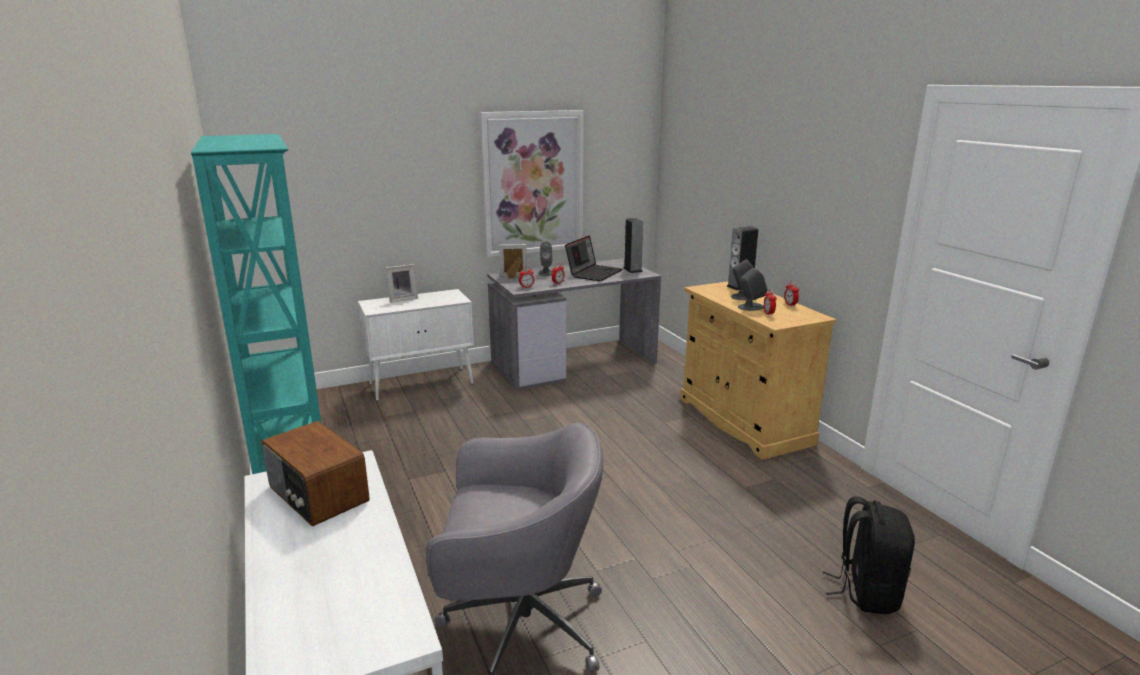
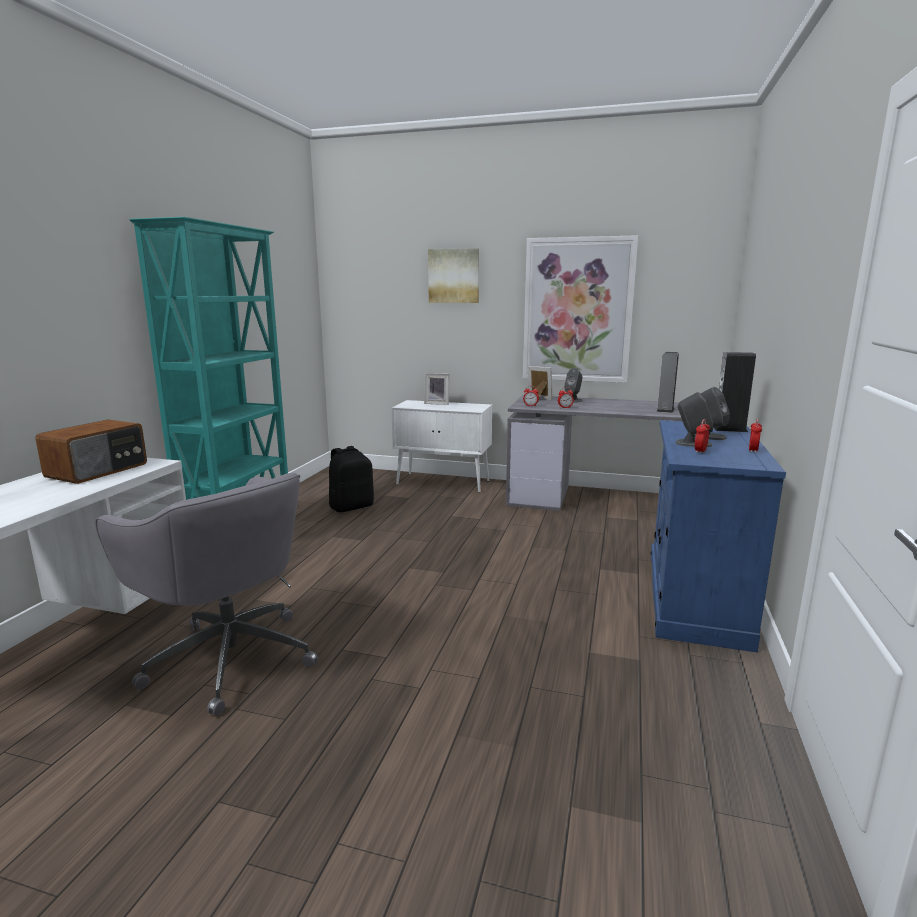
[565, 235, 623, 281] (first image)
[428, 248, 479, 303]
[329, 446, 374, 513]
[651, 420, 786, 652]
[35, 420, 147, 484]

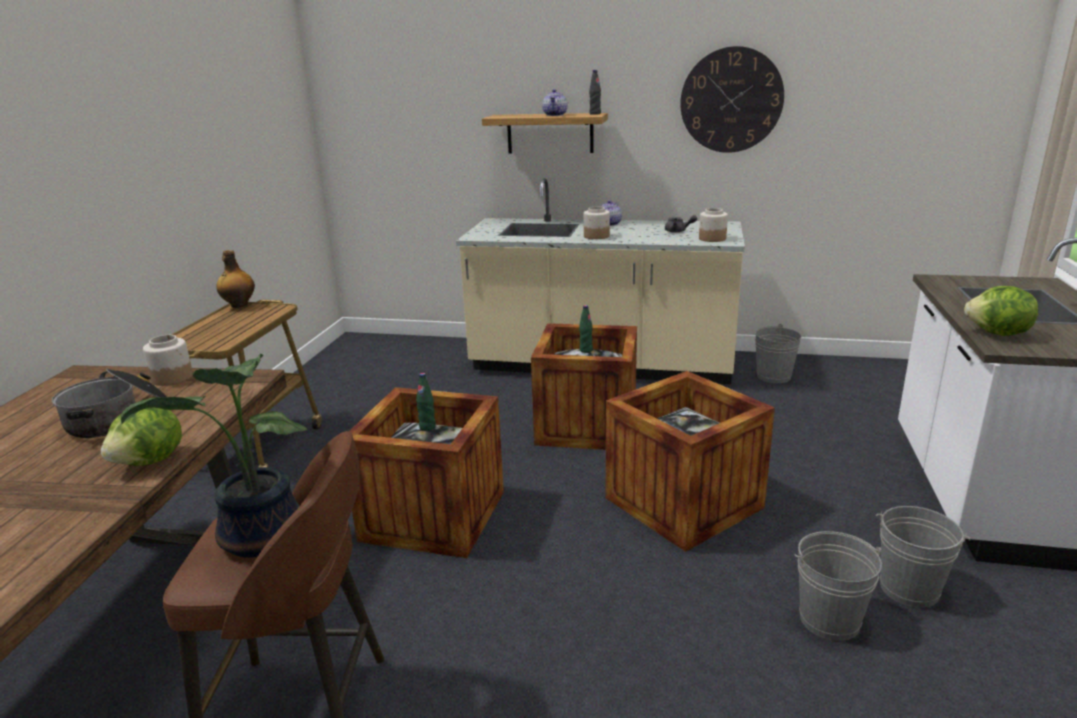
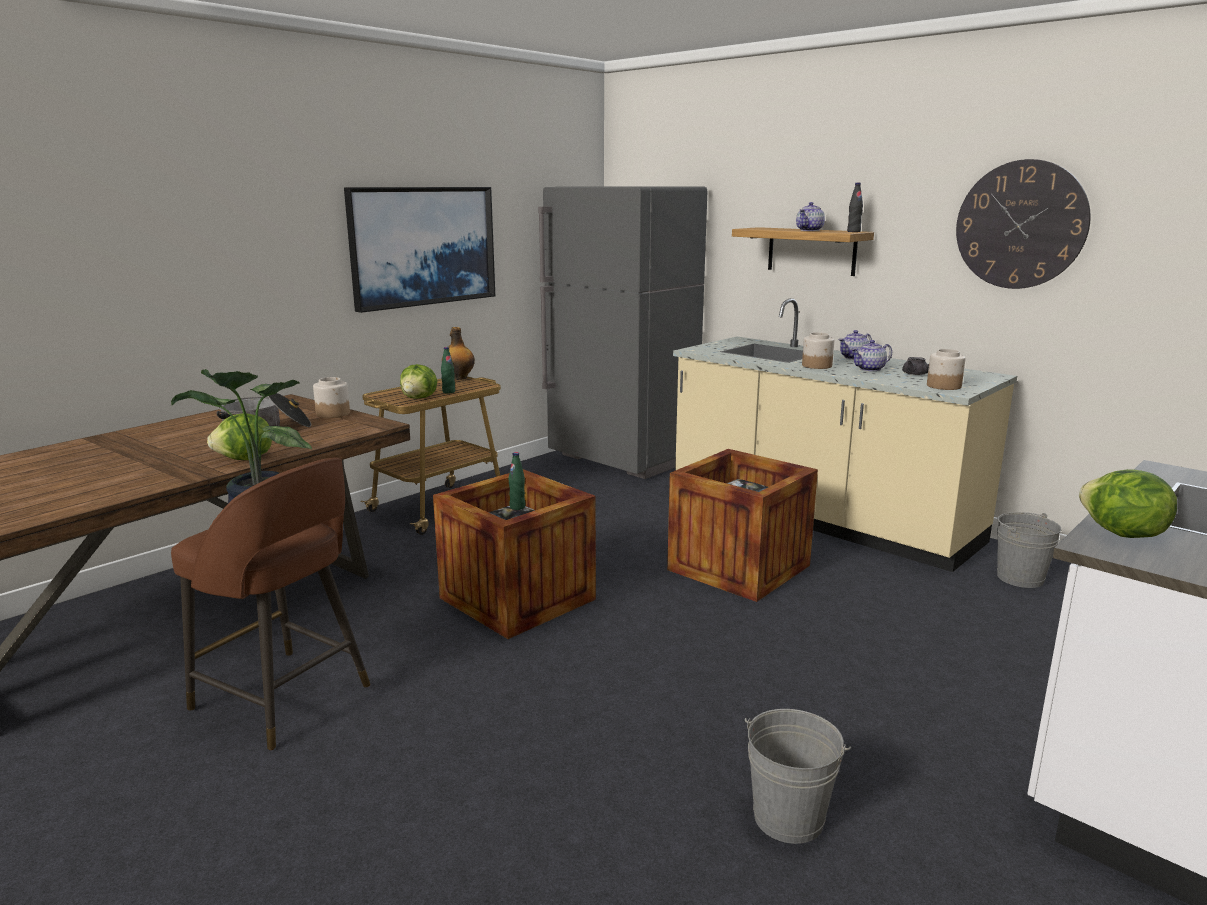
[606, 371, 775, 552] (first image)
[876, 506, 970, 608] (first image)
[344, 187, 495, 313]
[400, 364, 437, 399]
[538, 186, 707, 479]
[851, 340, 892, 371]
[441, 347, 455, 394]

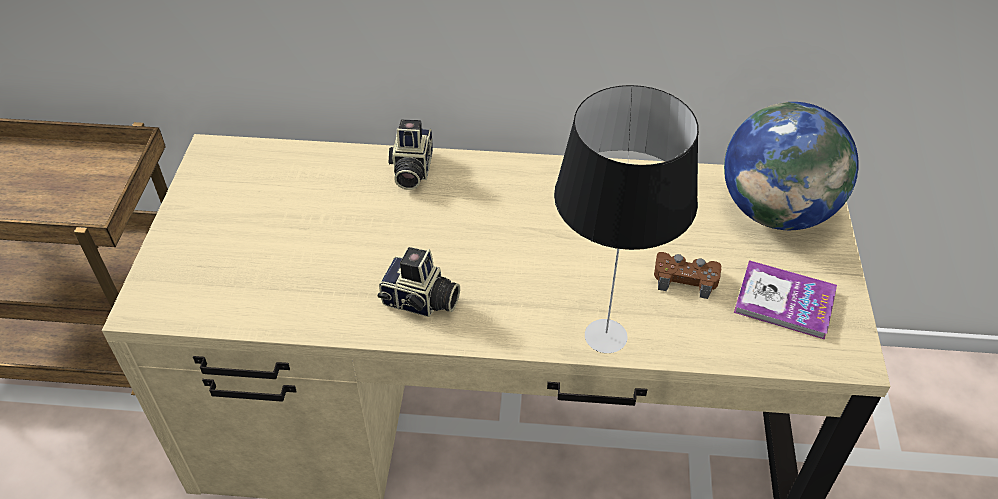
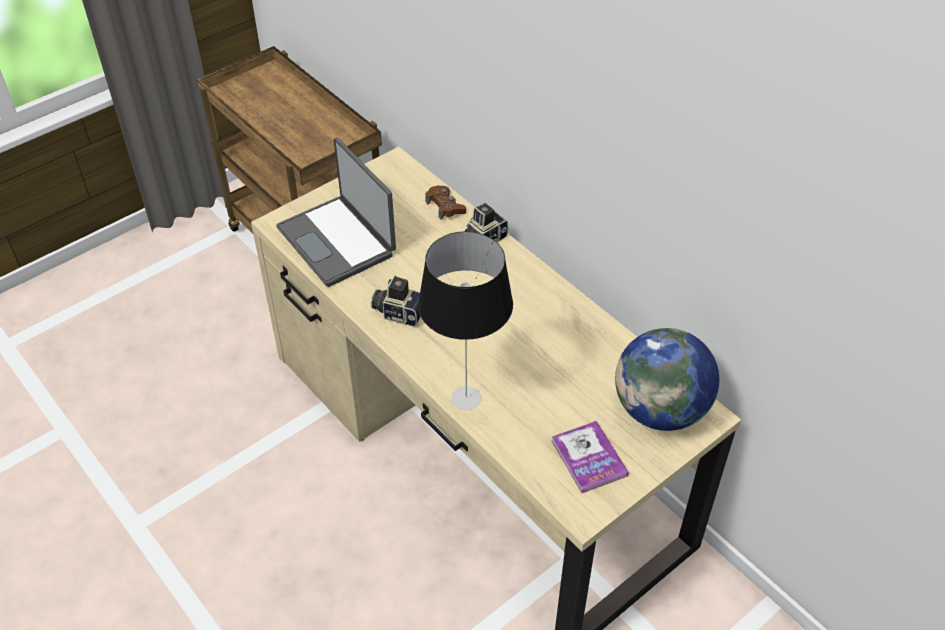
[276, 137, 396, 287]
[425, 185, 466, 220]
[371, 275, 421, 327]

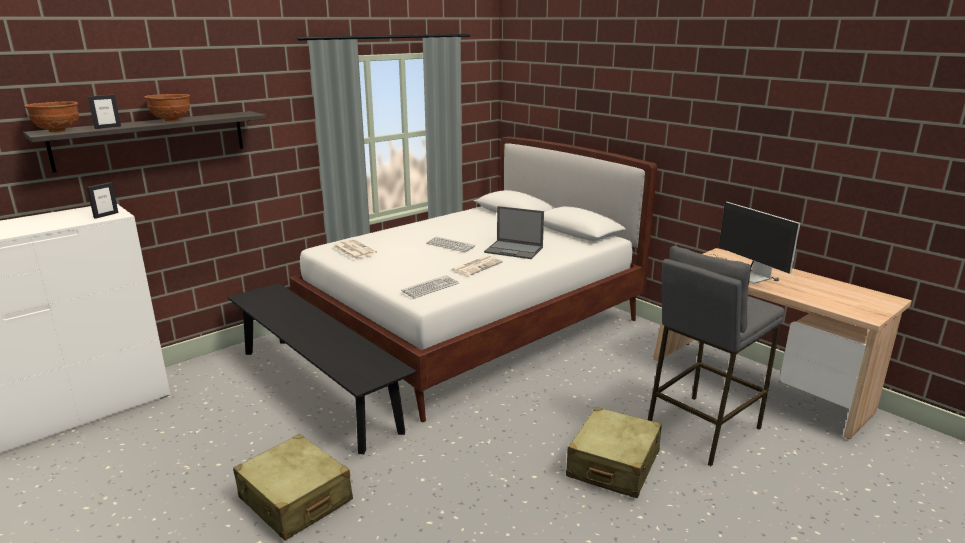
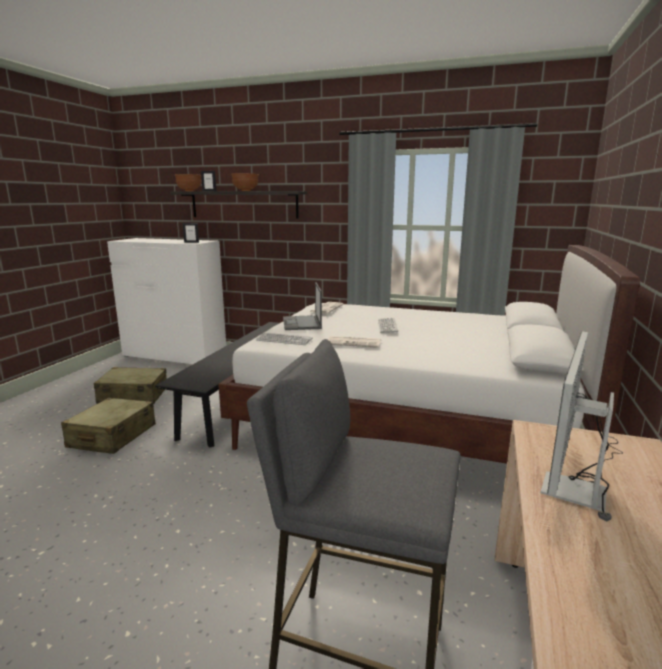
[283, 282, 322, 330]
[94, 367, 167, 404]

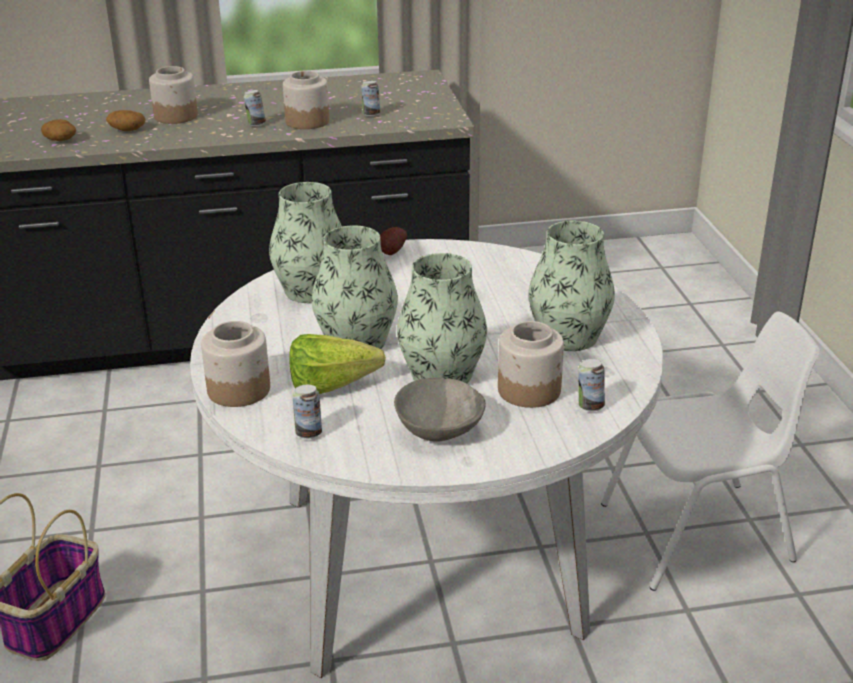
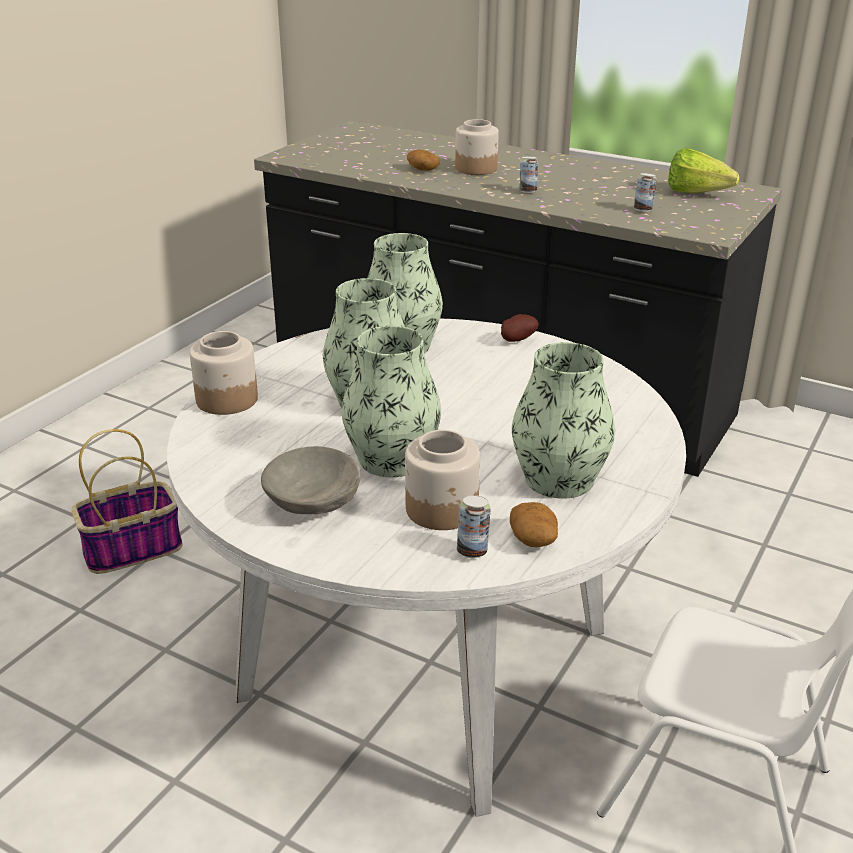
[283, 71, 329, 129] (first image)
[293, 385, 322, 439] (first image)
[510, 502, 558, 547]
[668, 148, 739, 193]

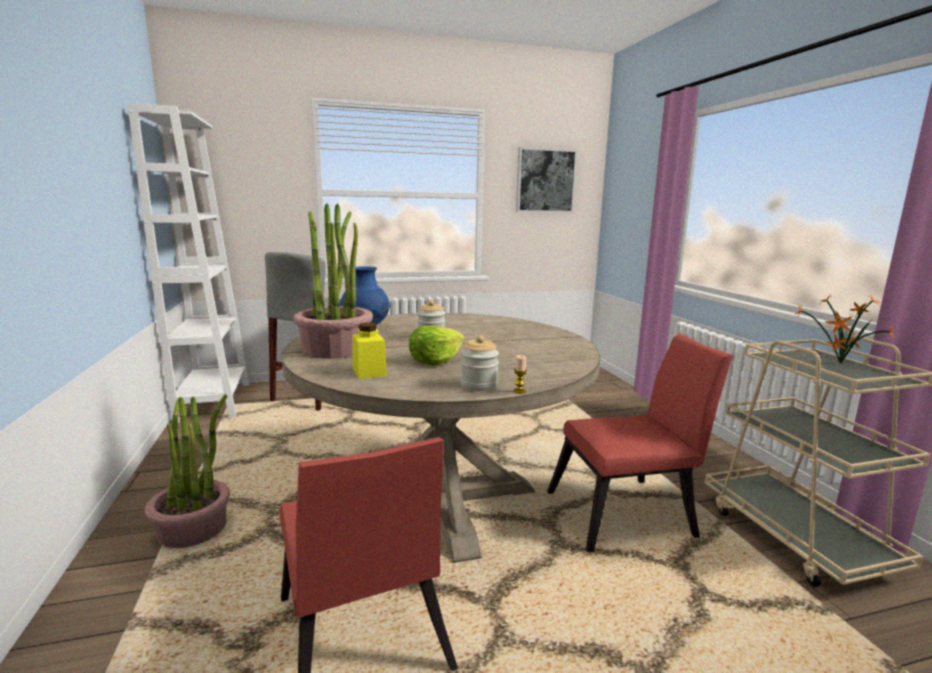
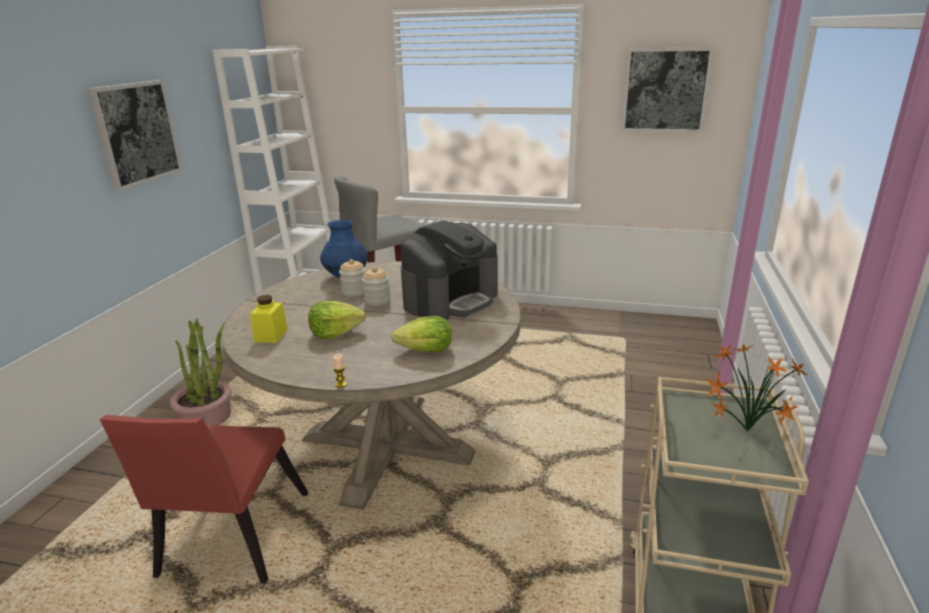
[294, 203, 373, 359] (first image)
[547, 334, 733, 553] (first image)
[87, 80, 182, 191]
[391, 316, 452, 352]
[401, 221, 498, 320]
[339, 259, 366, 297]

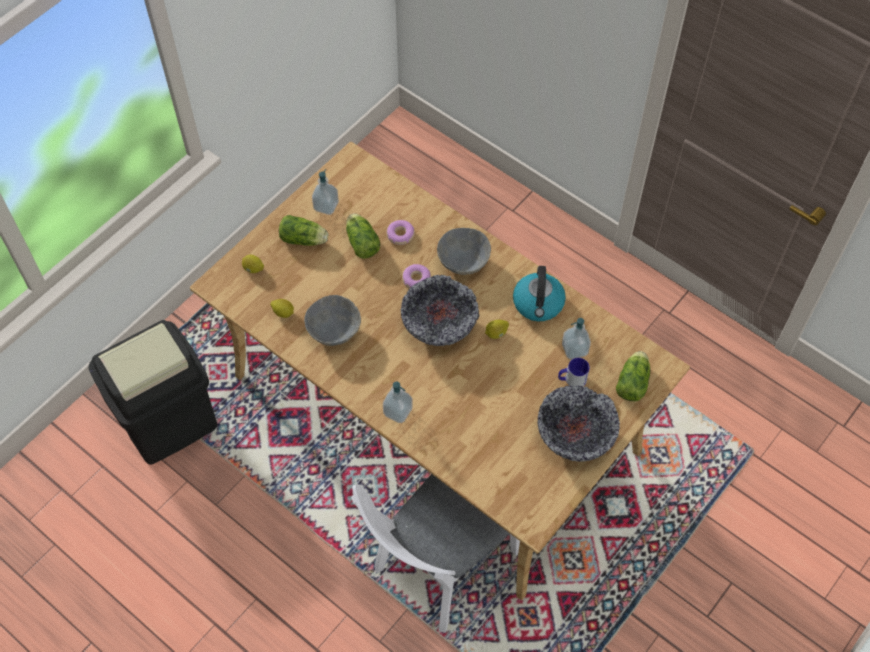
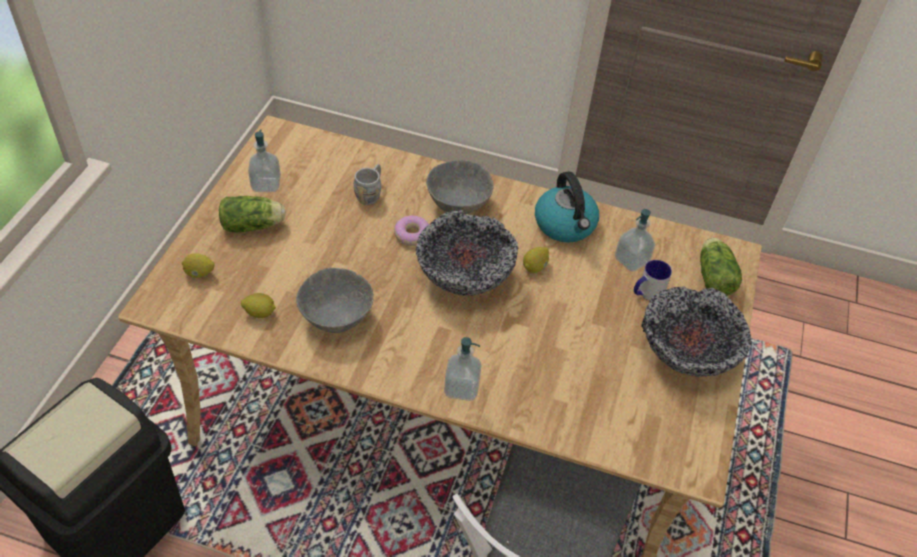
[346, 214, 380, 259] (first image)
[353, 164, 381, 205]

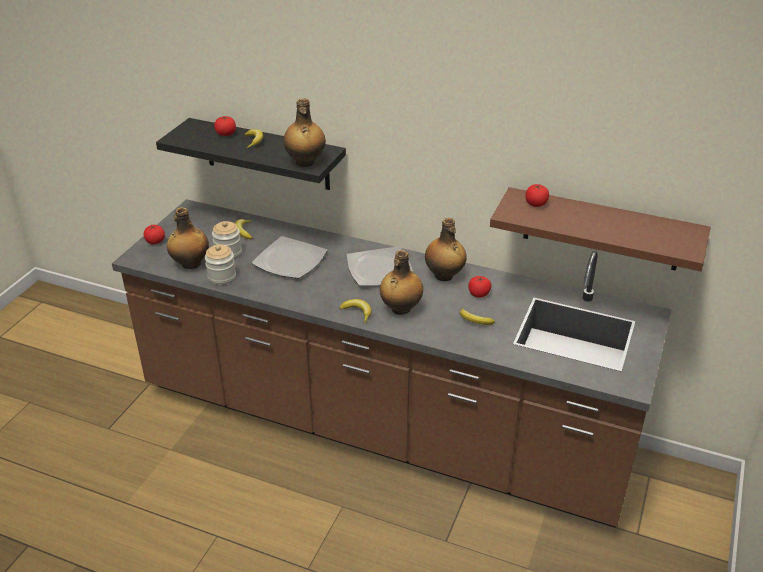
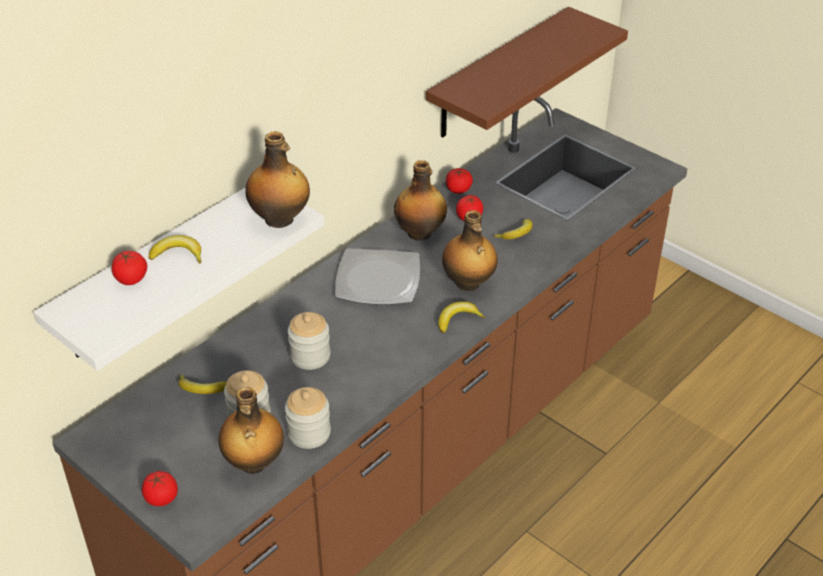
[446, 168, 473, 194]
[288, 312, 331, 370]
[33, 188, 324, 371]

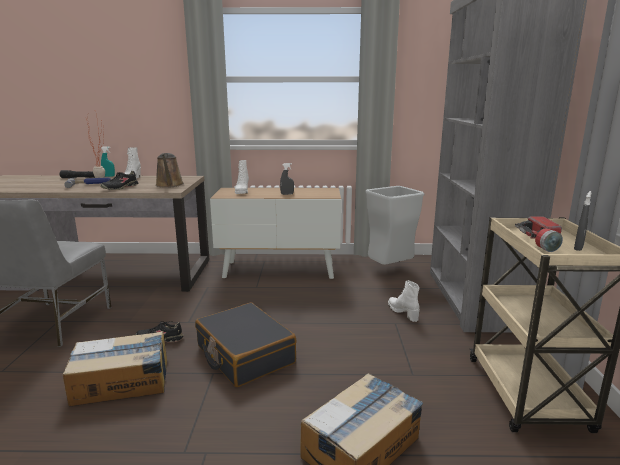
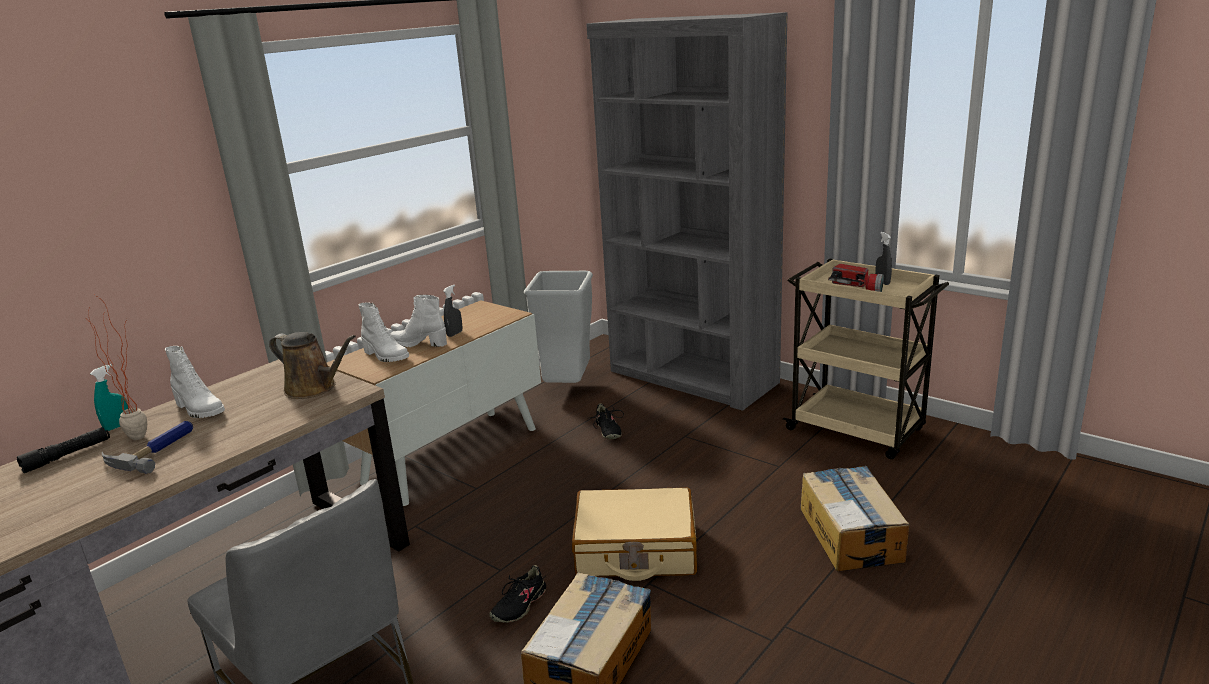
[587, 403, 624, 439]
[390, 295, 447, 347]
[572, 487, 697, 581]

